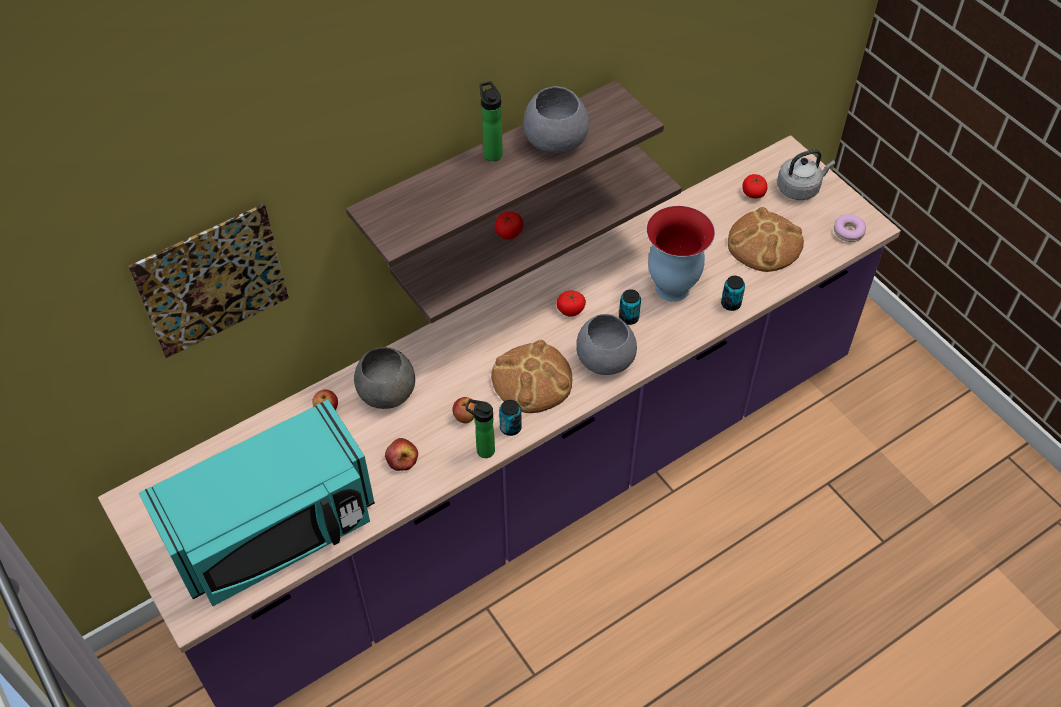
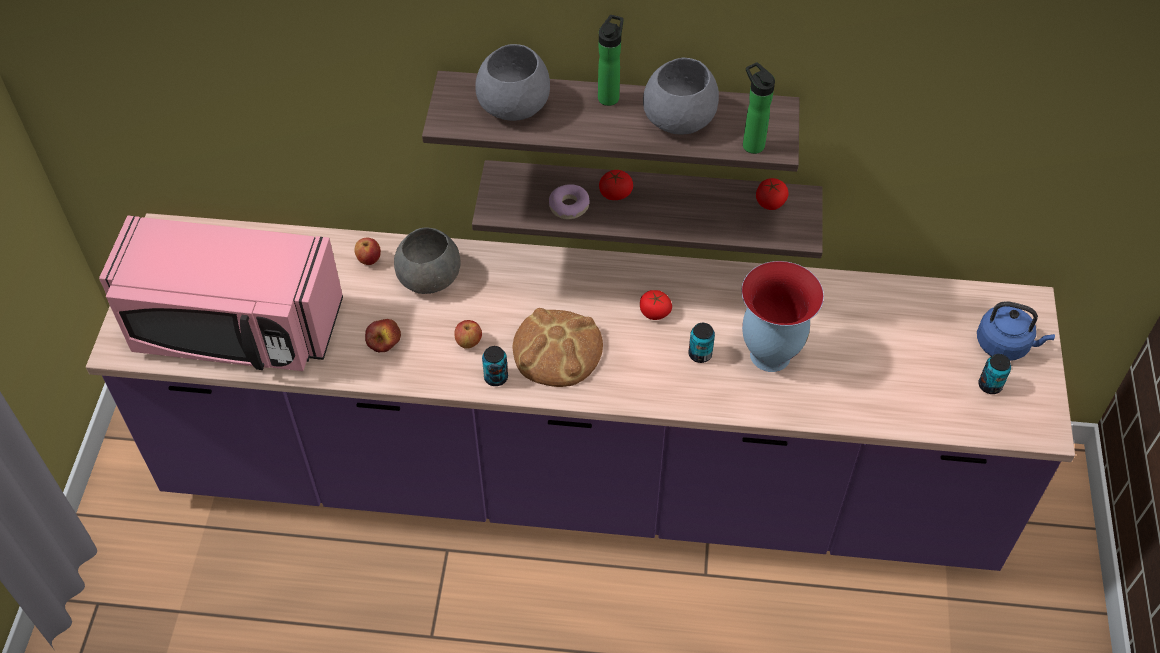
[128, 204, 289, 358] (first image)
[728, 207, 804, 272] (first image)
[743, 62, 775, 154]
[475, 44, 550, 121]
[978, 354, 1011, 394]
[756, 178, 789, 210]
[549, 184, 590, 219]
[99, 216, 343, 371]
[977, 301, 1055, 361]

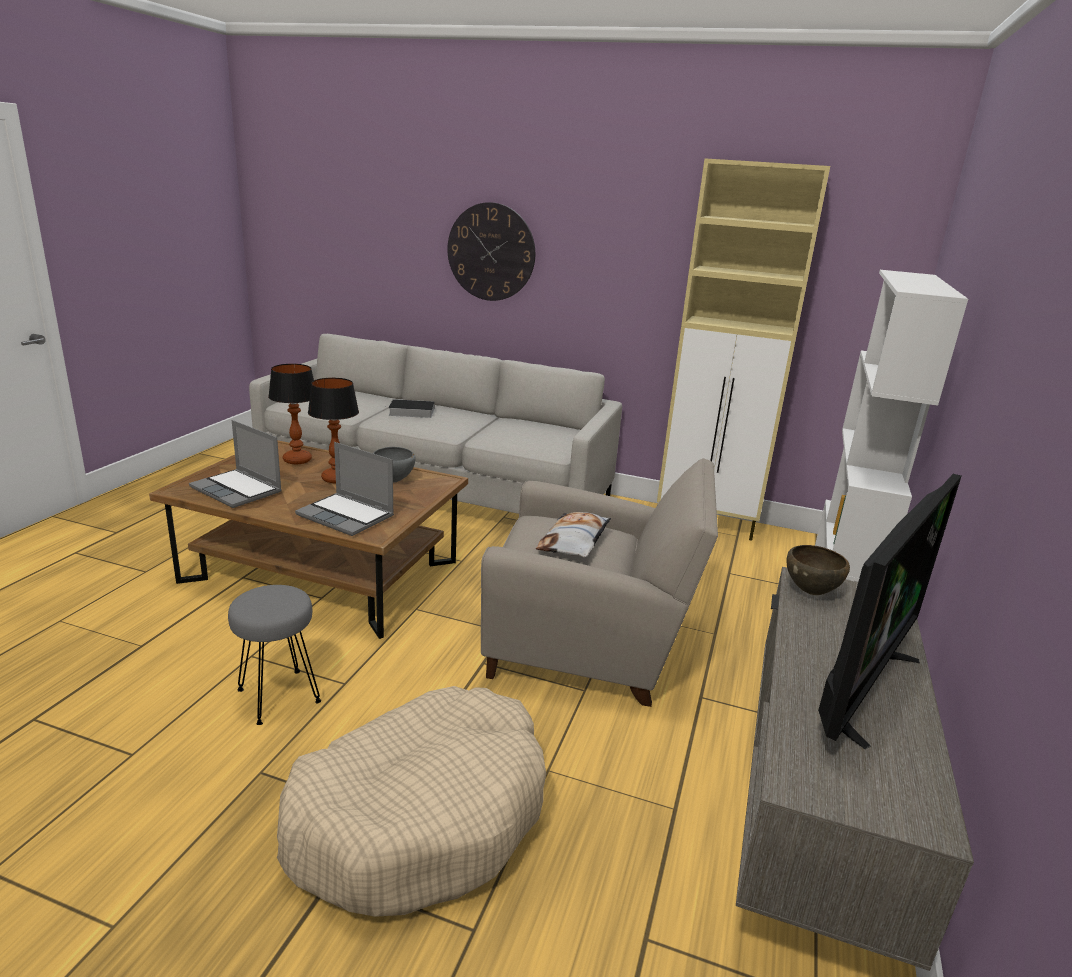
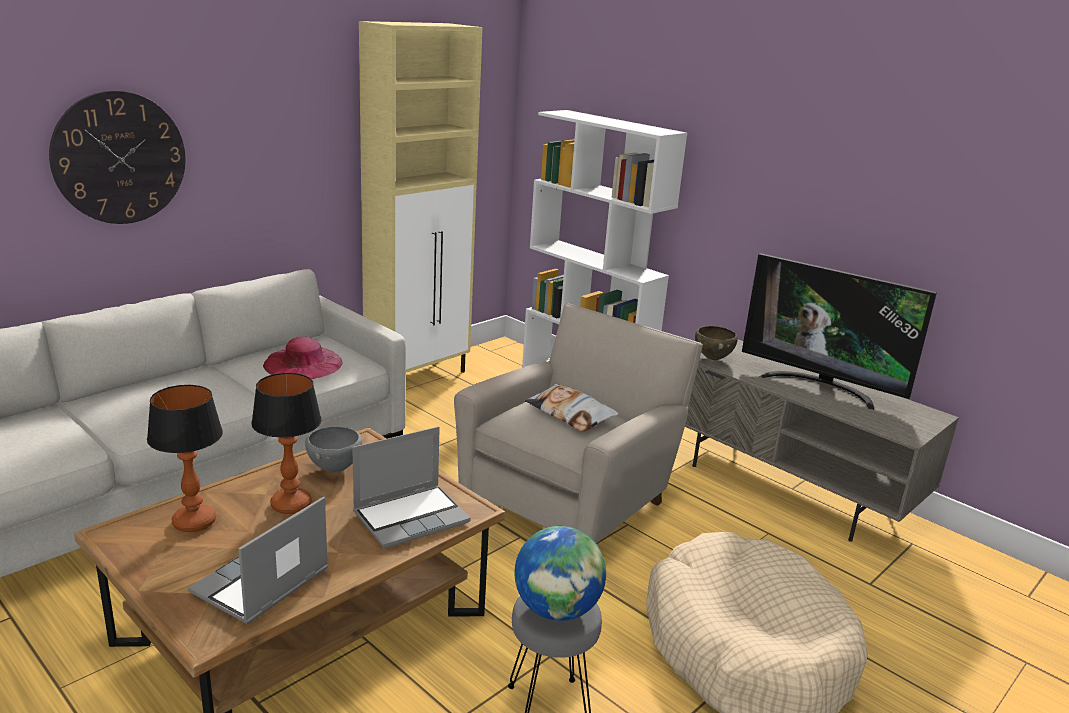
[385, 399, 435, 418] (first image)
[263, 337, 343, 379]
[514, 526, 606, 621]
[188, 496, 328, 624]
[742, 253, 937, 410]

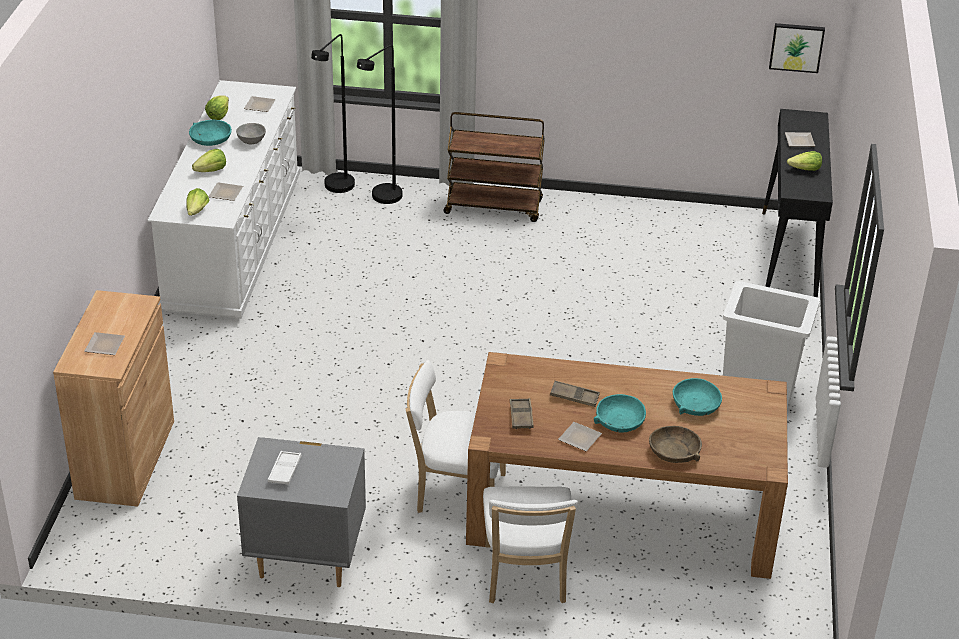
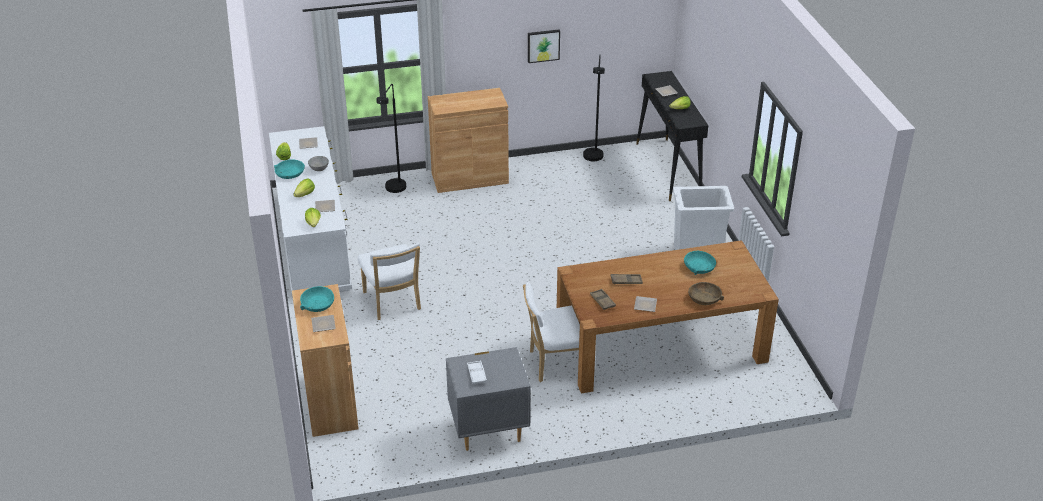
[583, 55, 605, 161]
[358, 243, 421, 320]
[300, 286, 334, 312]
[528, 30, 560, 63]
[428, 88, 509, 193]

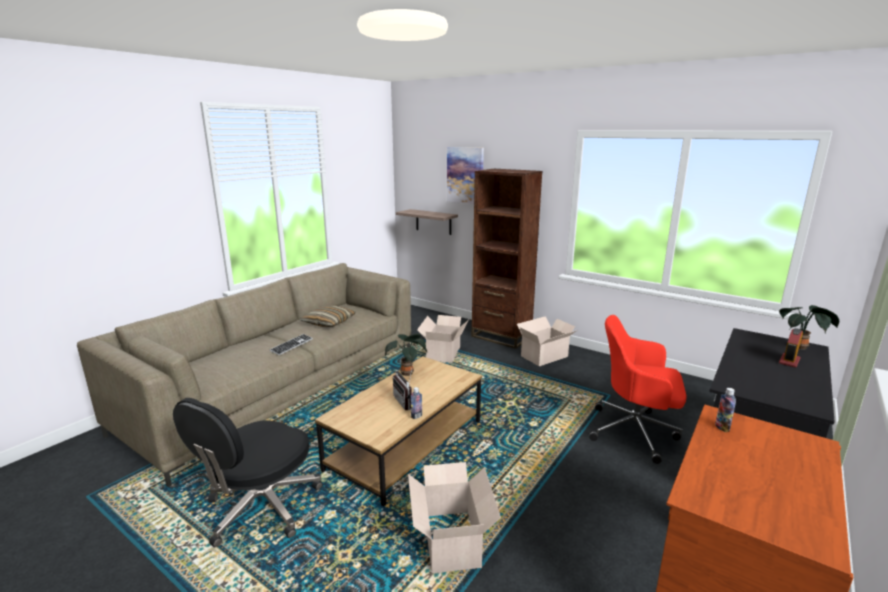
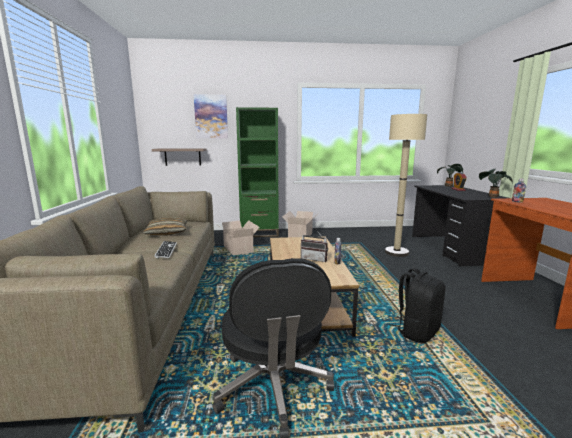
[479, 169, 513, 198]
[389, 268, 446, 343]
[385, 114, 427, 257]
[236, 107, 279, 237]

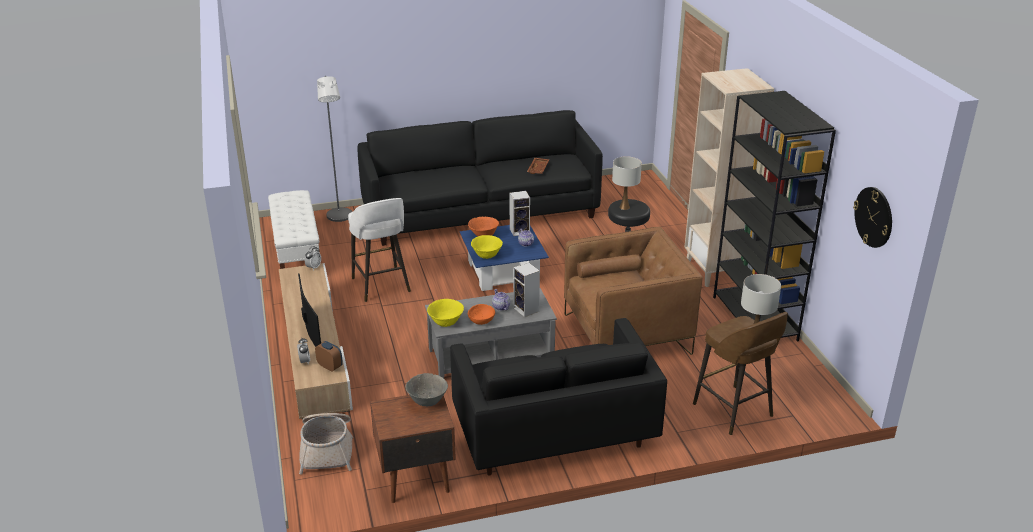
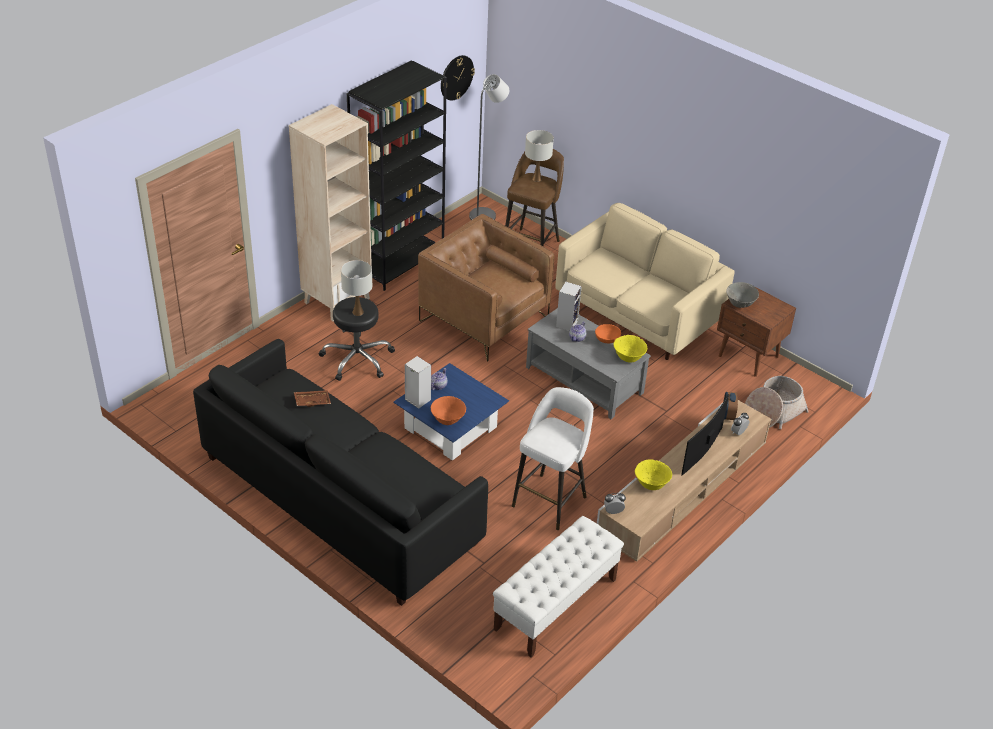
[469, 74, 509, 220]
[635, 459, 672, 490]
[555, 203, 735, 360]

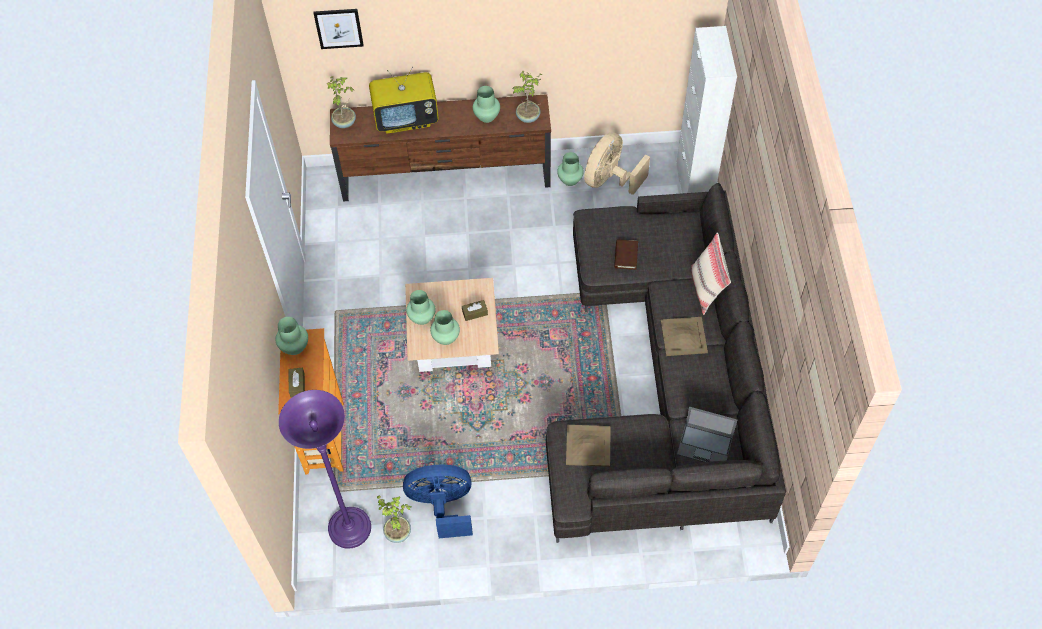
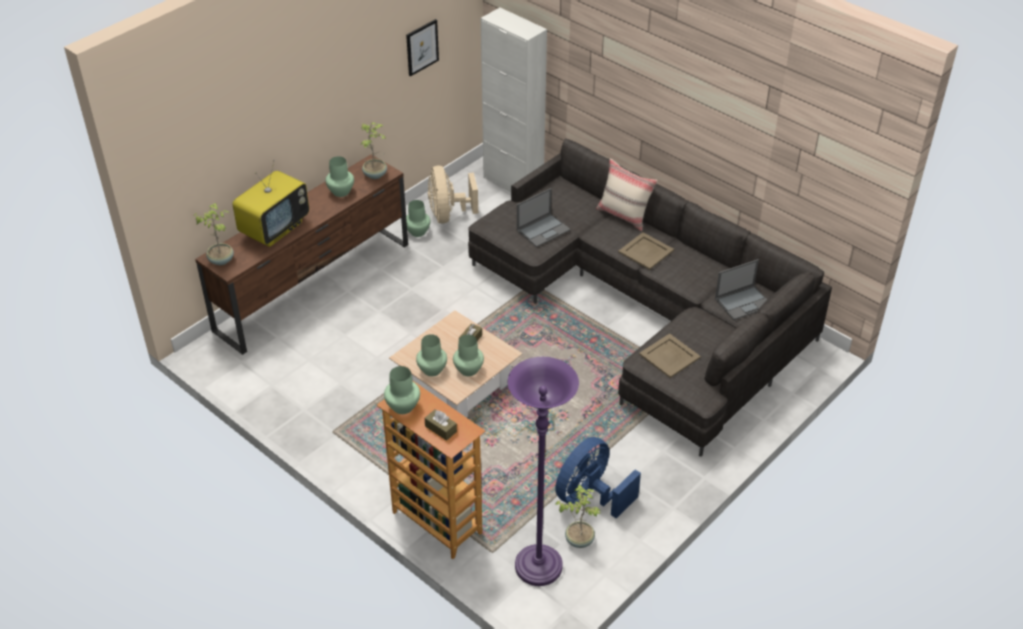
[406, 19, 439, 76]
[517, 188, 570, 247]

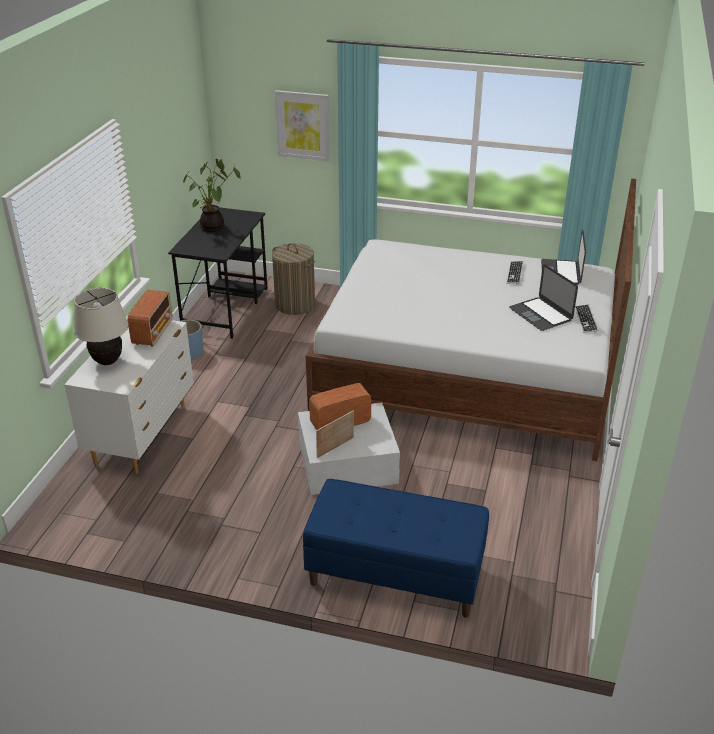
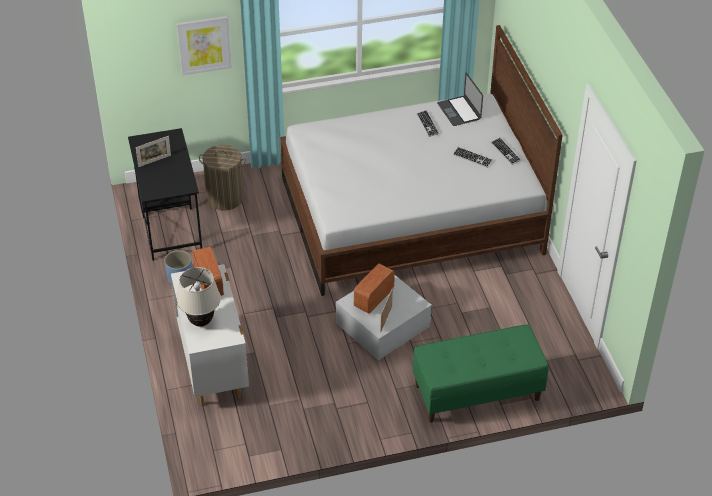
[136, 136, 171, 167]
[453, 147, 493, 168]
[413, 325, 548, 423]

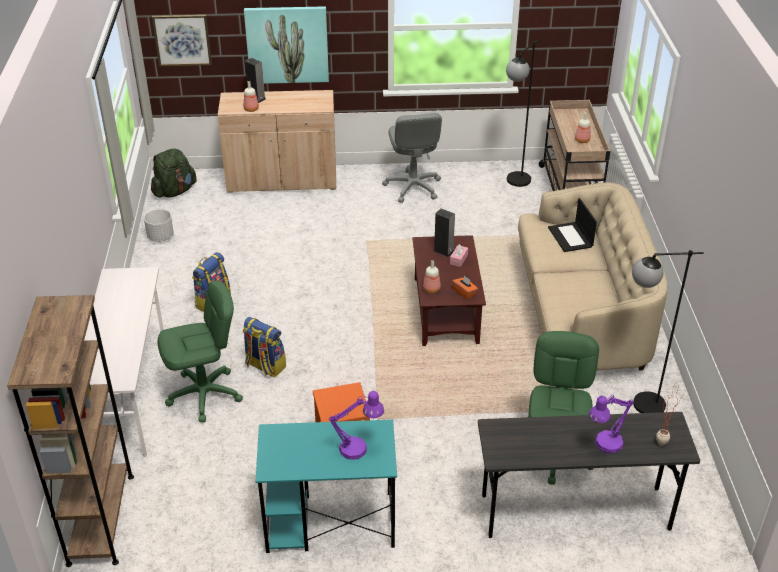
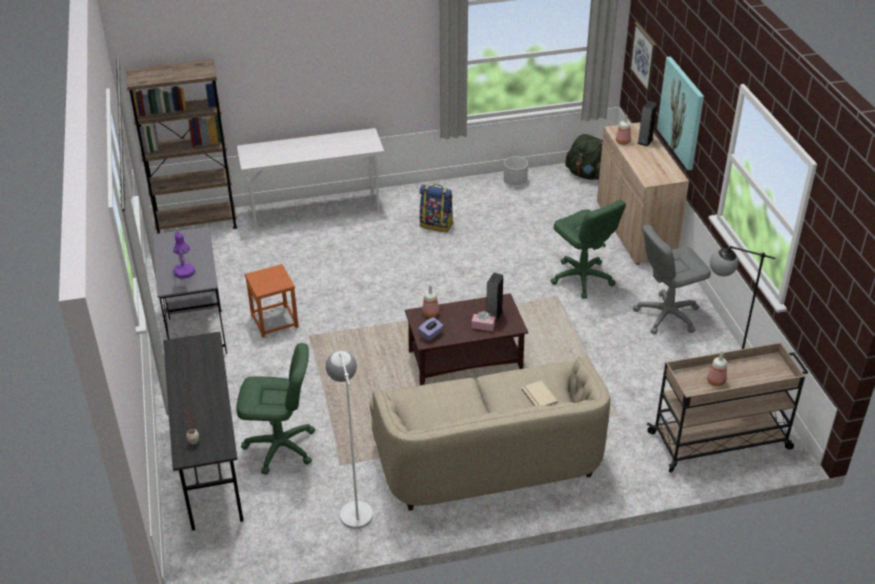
[243, 317, 286, 377] (first image)
[589, 395, 634, 453] (first image)
[551, 200, 626, 298]
[521, 380, 558, 406]
[153, 227, 227, 354]
[418, 317, 443, 341]
[326, 351, 373, 529]

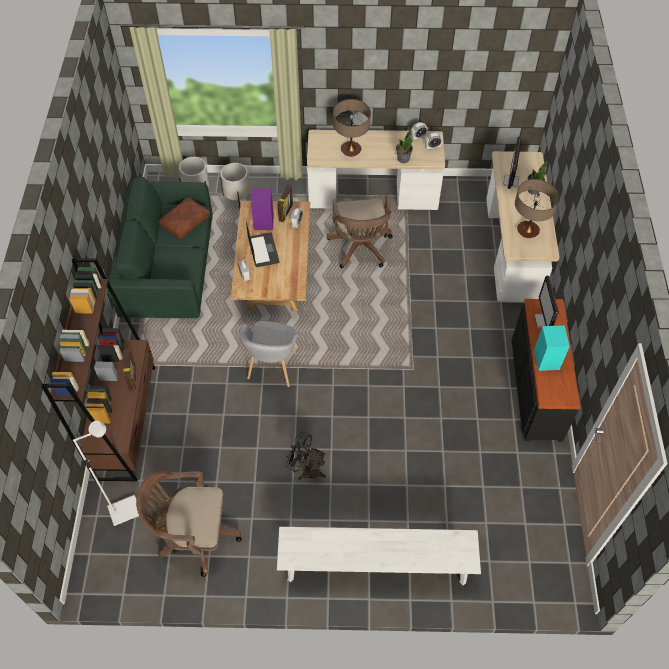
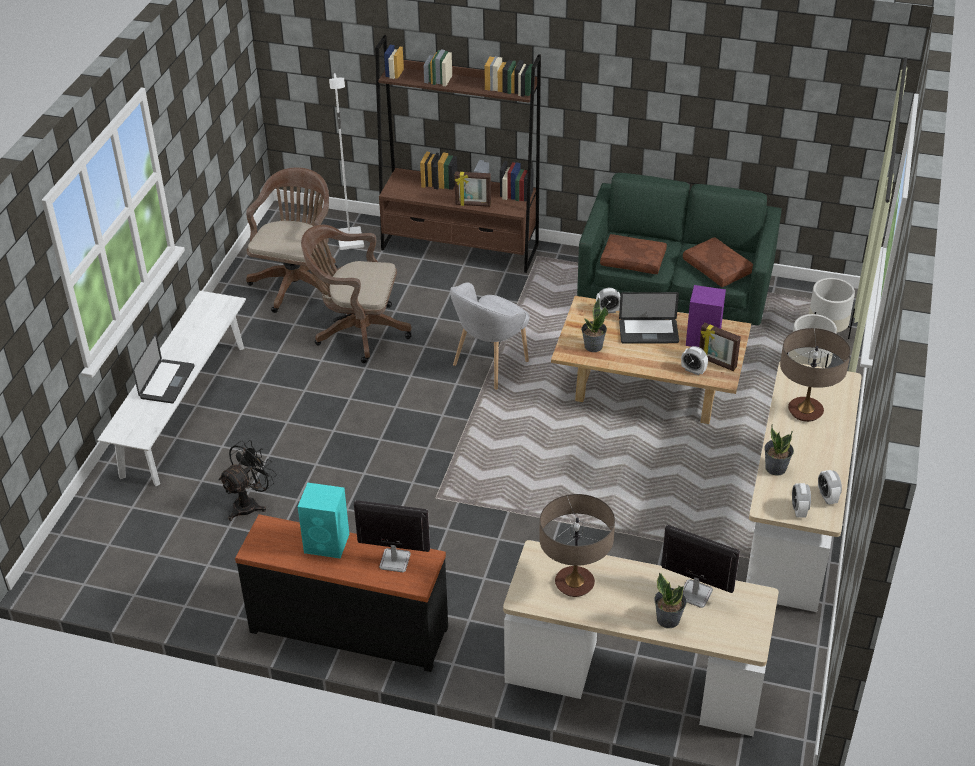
[133, 333, 195, 403]
[581, 297, 608, 352]
[600, 234, 667, 274]
[218, 440, 277, 521]
[301, 225, 412, 363]
[450, 282, 530, 390]

